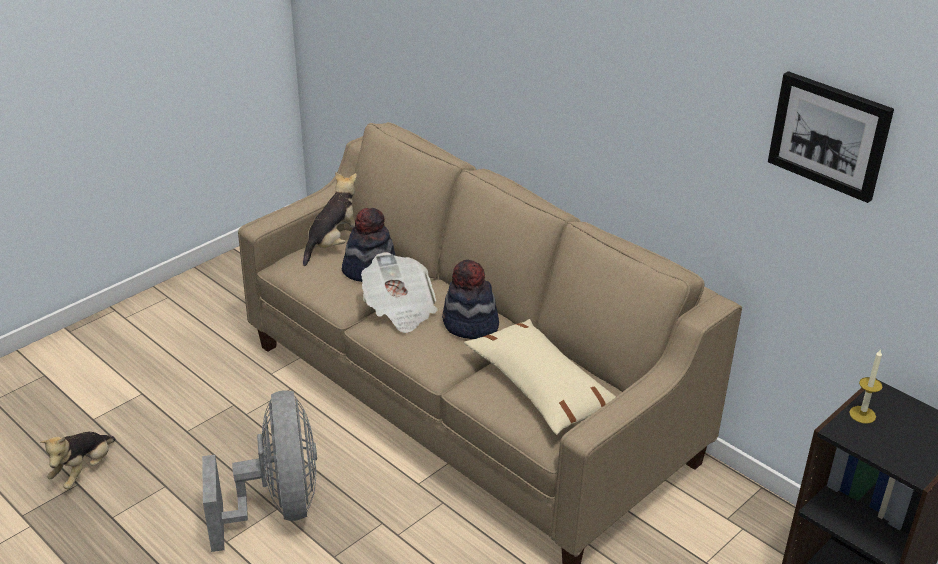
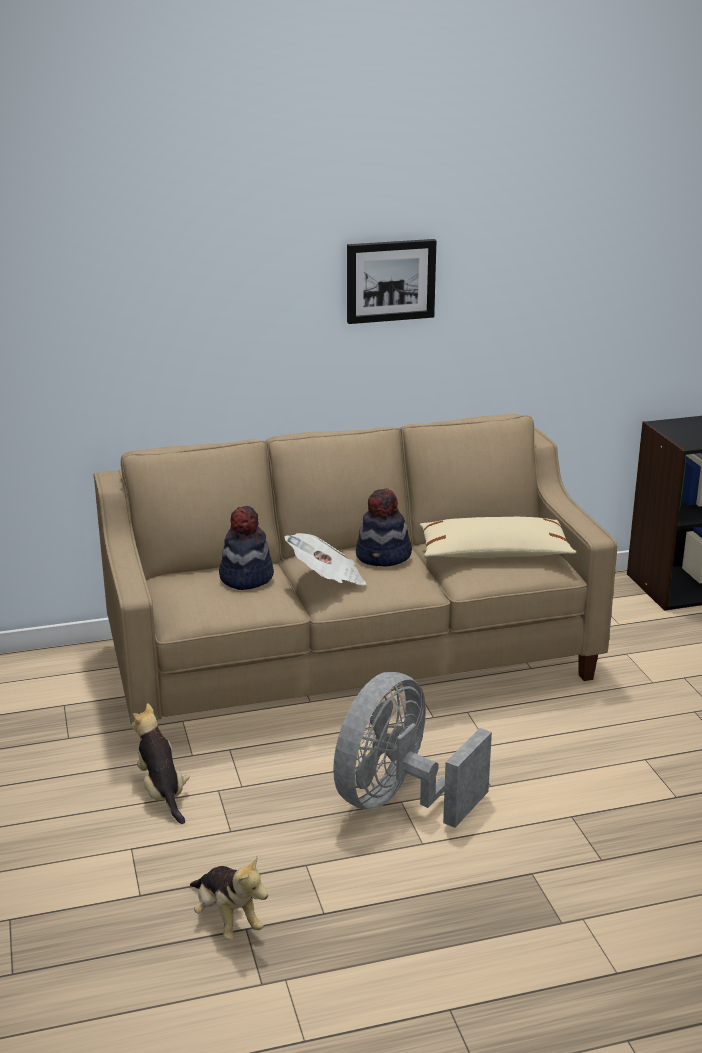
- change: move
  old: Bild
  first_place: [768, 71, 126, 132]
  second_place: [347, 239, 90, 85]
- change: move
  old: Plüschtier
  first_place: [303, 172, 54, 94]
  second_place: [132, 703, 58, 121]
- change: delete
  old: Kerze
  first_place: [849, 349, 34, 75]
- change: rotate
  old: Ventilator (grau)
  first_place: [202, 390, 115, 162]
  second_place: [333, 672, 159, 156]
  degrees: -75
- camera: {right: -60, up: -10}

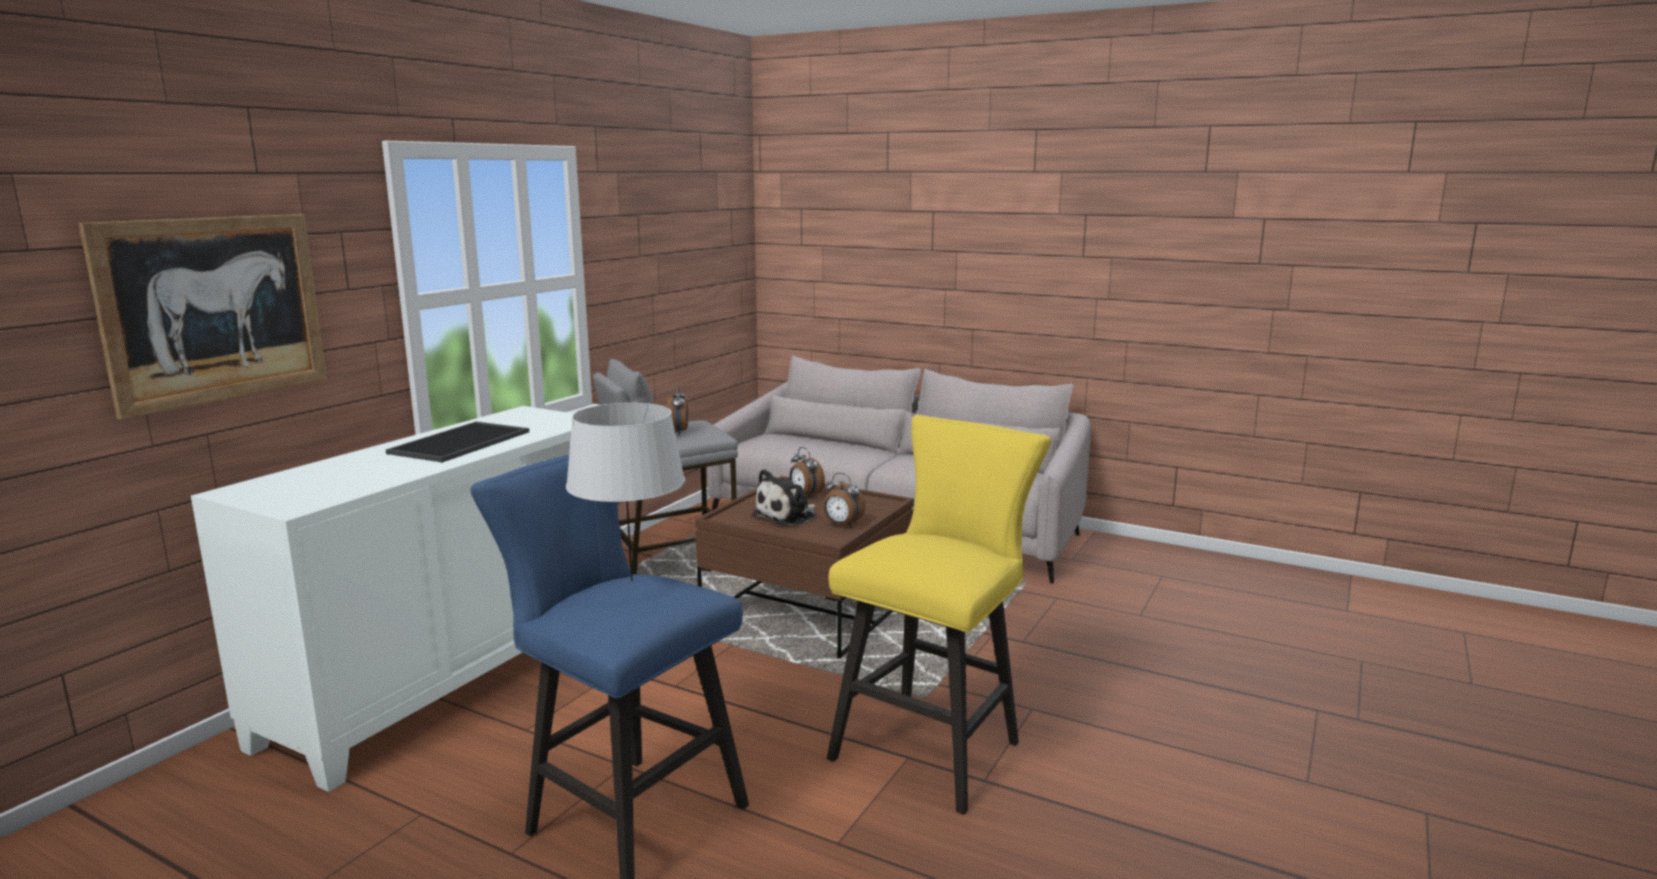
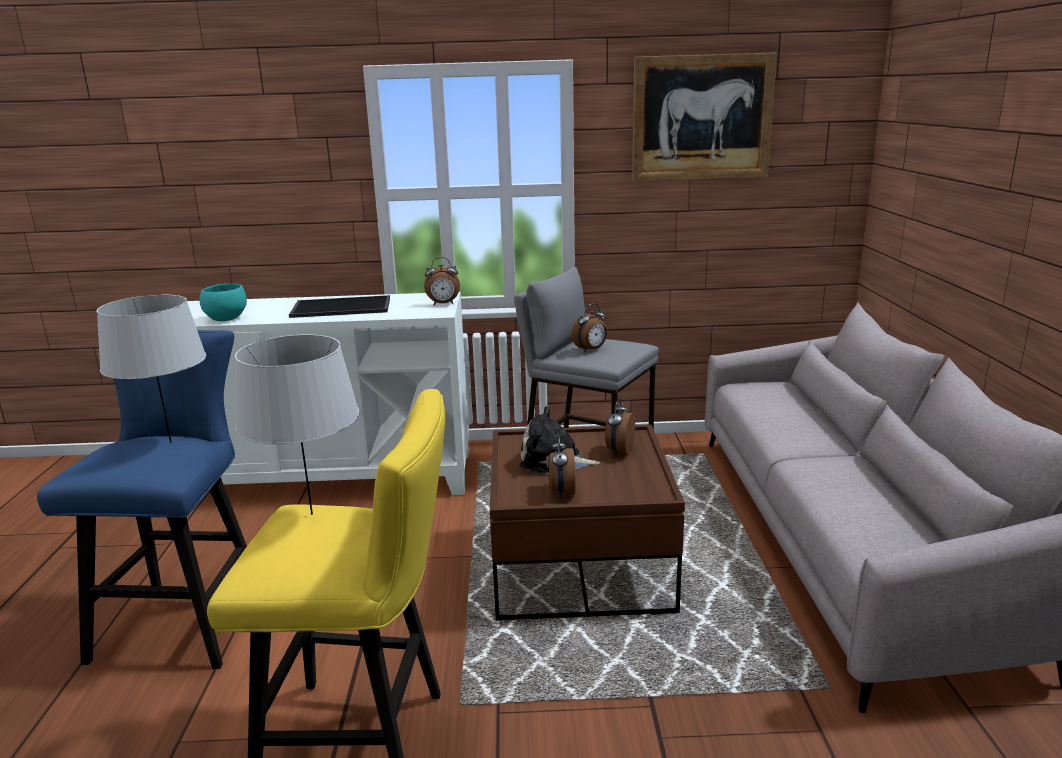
- change: move
  old: Bild
  first_place: [78, 214, 249, 206]
  second_place: [632, 52, 145, 130]
- change: insert
  new: Wecker
  second_place: [424, 257, 36, 48]
- change: insert
  new: Schüssel (türkis)
  second_place: [200, 284, 47, 37]
- change: insert
  new: Tischlampe (grau)
  second_place: [235, 334, 125, 181]
- camera: {right: 60, up: 5}

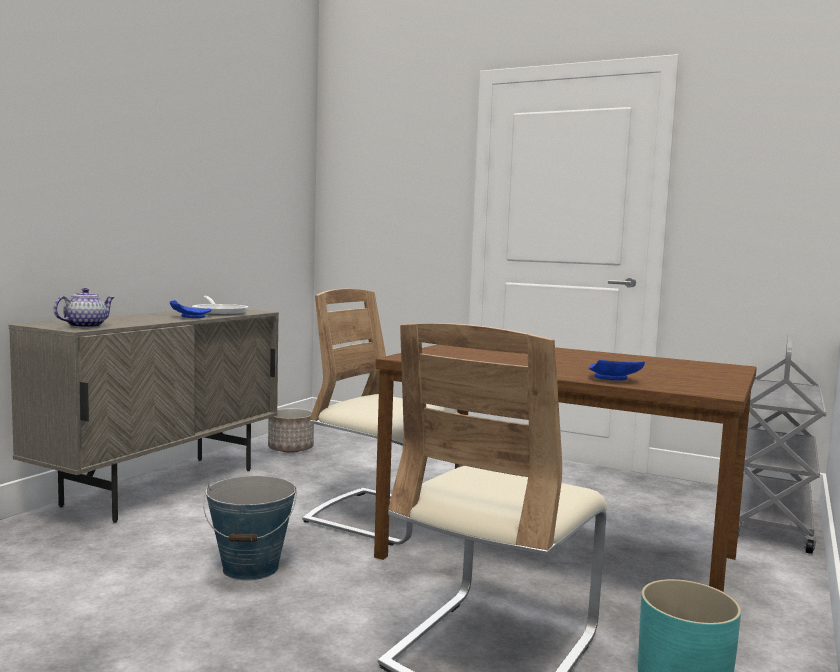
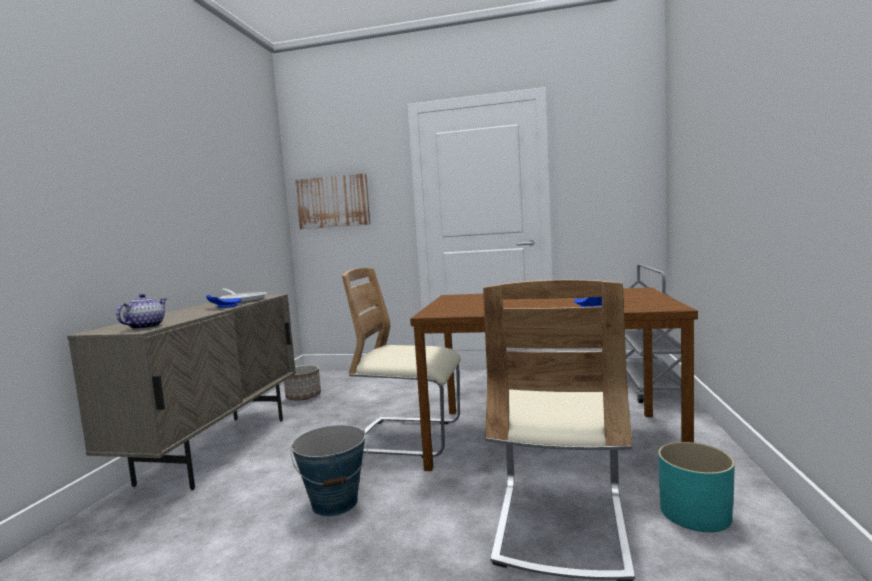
- change: insert
  new: Bild
  second_place: [295, 173, 75, 56]
- camera: {right: -15, up: 0}

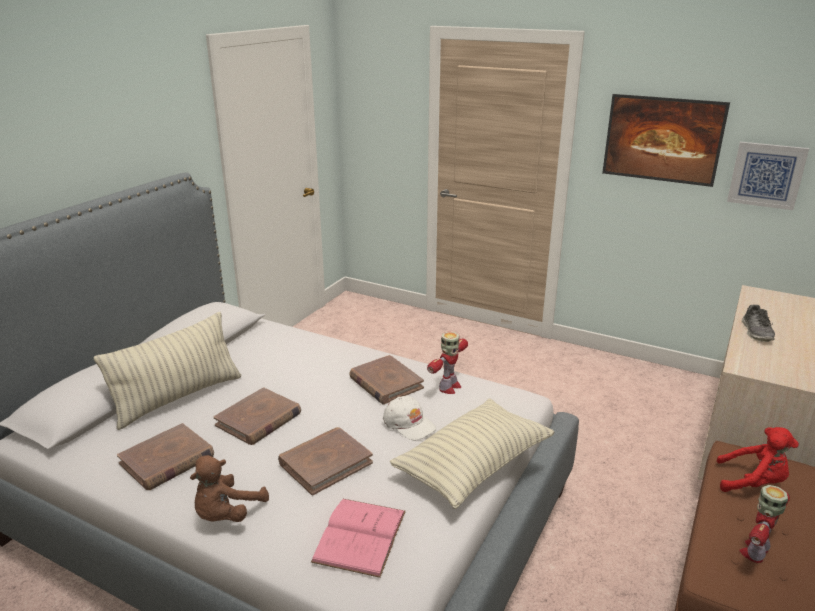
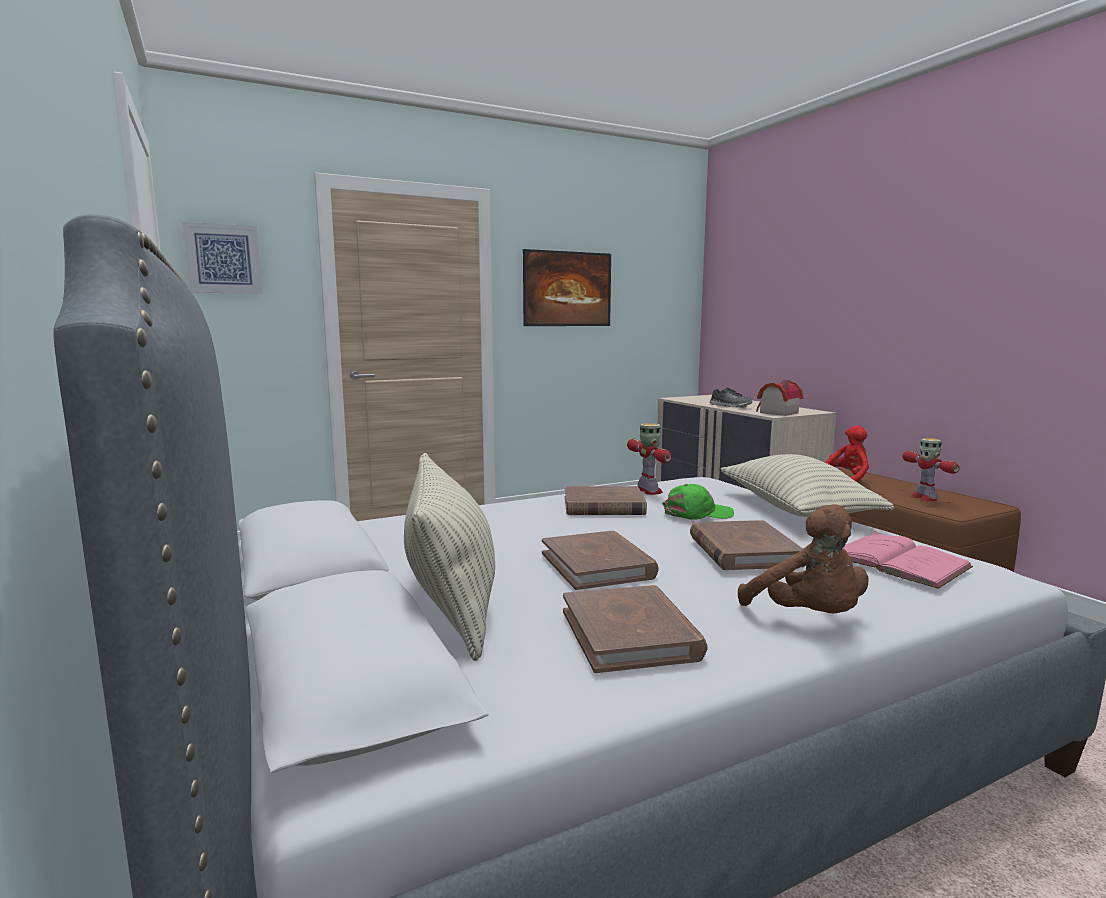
- change: move
  old: Bild
  first_place: [727, 142, 82, 68]
  second_place: [182, 222, 81, 72]
- change: recolor
  old: Kappe (weiß)
  new: Kappe (grün)
  first_place: [383, 396, 53, 45]
  second_place: [662, 484, 72, 36]
- change: insert
  new: Spielzeughaus
  second_place: [756, 380, 47, 36]
- camera: {right: -55, up: -15}

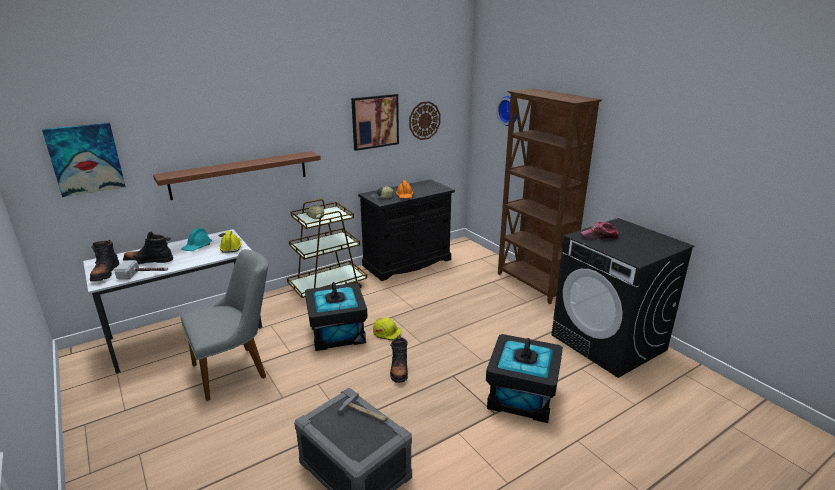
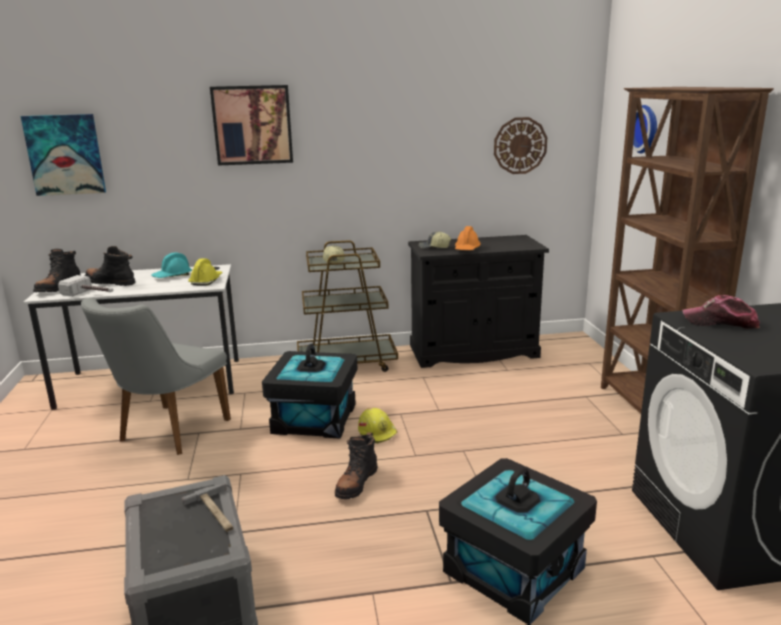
- change: move
  old: Bild
  first_place: [351, 94, 48, 57]
  second_place: [210, 85, 83, 81]
- change: delete
  old: Wandregal (braun)
  first_place: [153, 151, 168, 49]
- change: rotate
  old: Stuhl (grau)
  first_place: [180, 249, 88, 152]
  second_place: [81, 298, 150, 157]
  degrees: 120
- camera: {right: 25, up: -5}

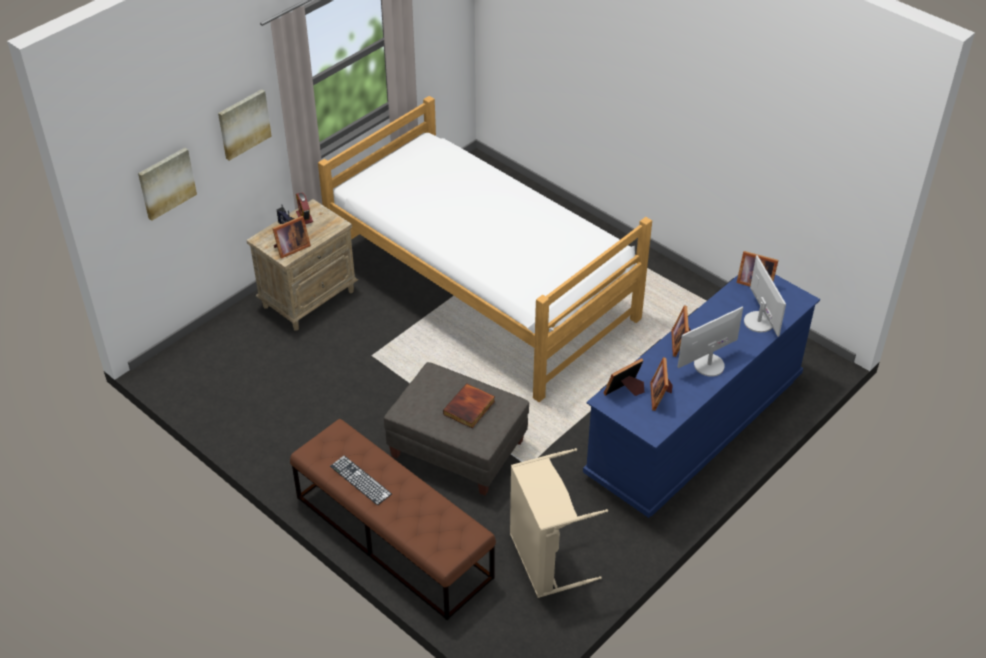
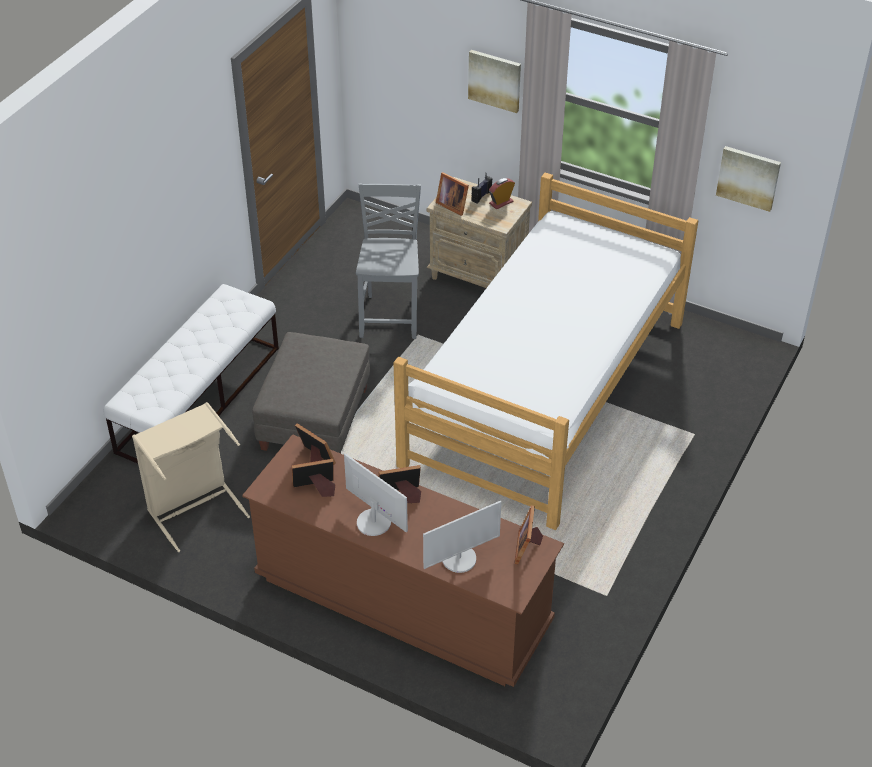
- change: move
  old: Bild
  first_place: [138, 148, 59, 73]
  second_place: [716, 146, 65, 66]
- change: recolor
  old: Kommode (blau)
  new: Kommode (braun)
  first_place: [583, 275, 237, 243]
  second_place: [242, 435, 322, 252]
- change: delete
  old: Buch
  first_place: [443, 383, 52, 45]
- change: recolor
  old: Bank (braun)
  new: Bank (weiß)
  first_place: [290, 419, 206, 201]
  second_place: [103, 284, 176, 180]
- change: delete
  old: Tastatur
  first_place: [330, 456, 62, 49]
- change: insert
  new: Stuhl (grau)
  second_place: [356, 183, 65, 156]
- camera: {right: 75, up: 0}

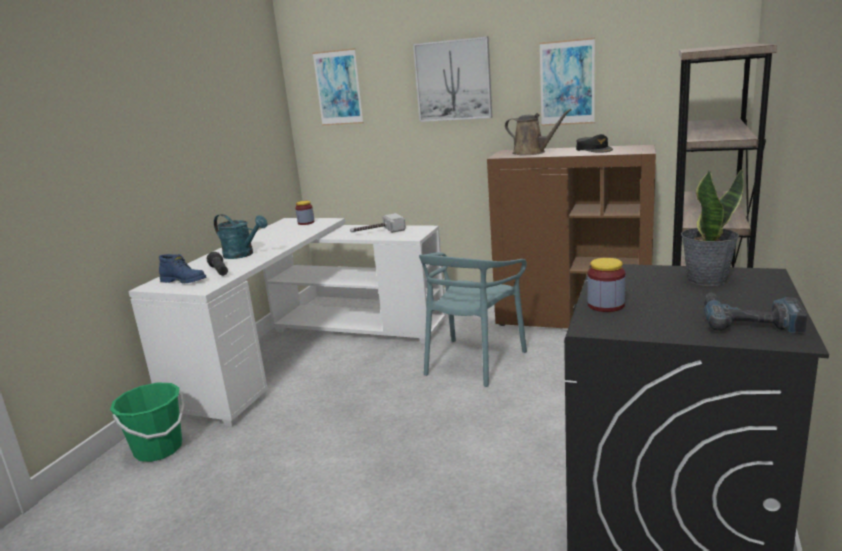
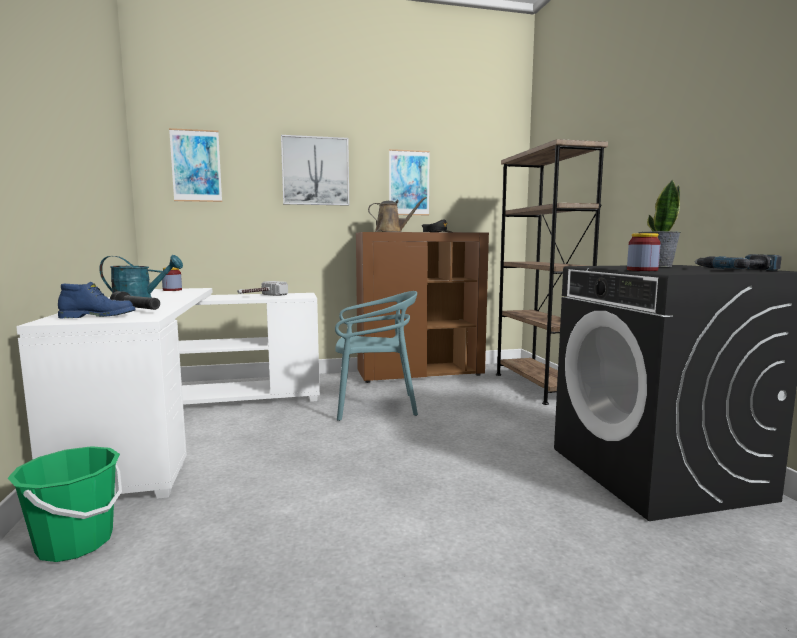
- change: rotate
  old: Stuhl (türkis)
  first_place: [419, 252, 108, 135]
  second_place: [335, 291, 83, 130]
  degrees: -90
- camera: {right: -35, up: -10}

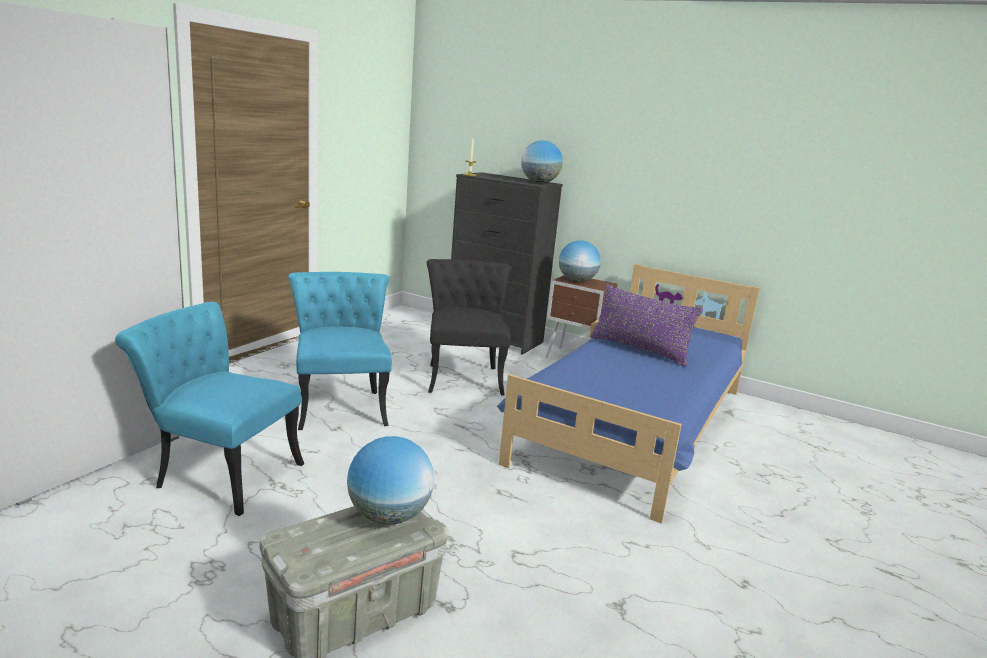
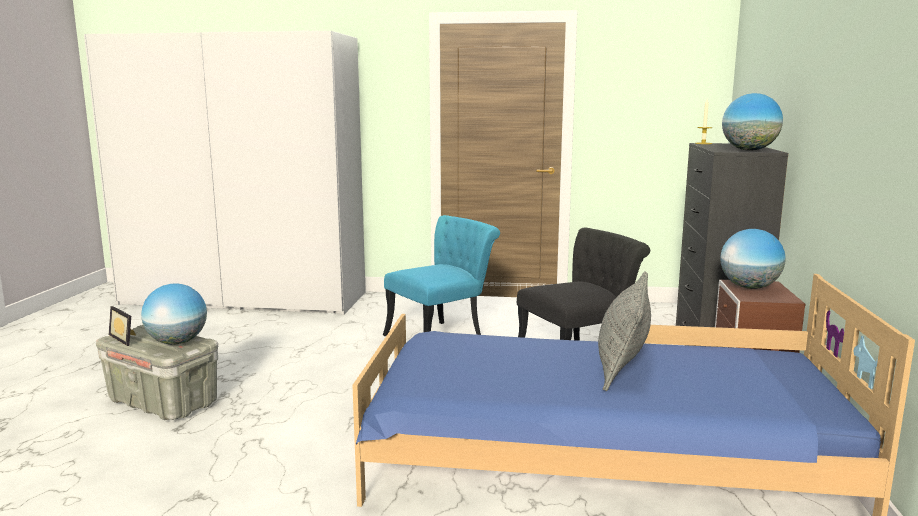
- change: recolor
  old: Kissen (lila)
  new: Kissen (grau)
  first_place: [590, 284, 113, 82]
  second_place: [598, 271, 53, 120]
- change: delete
  old: Stuhl (türkis)
  first_place: [115, 302, 189, 214]
- change: insert
  new: Bilderrahmen
  second_place: [109, 306, 27, 40]
- camera: {right: 70, up: -5}

